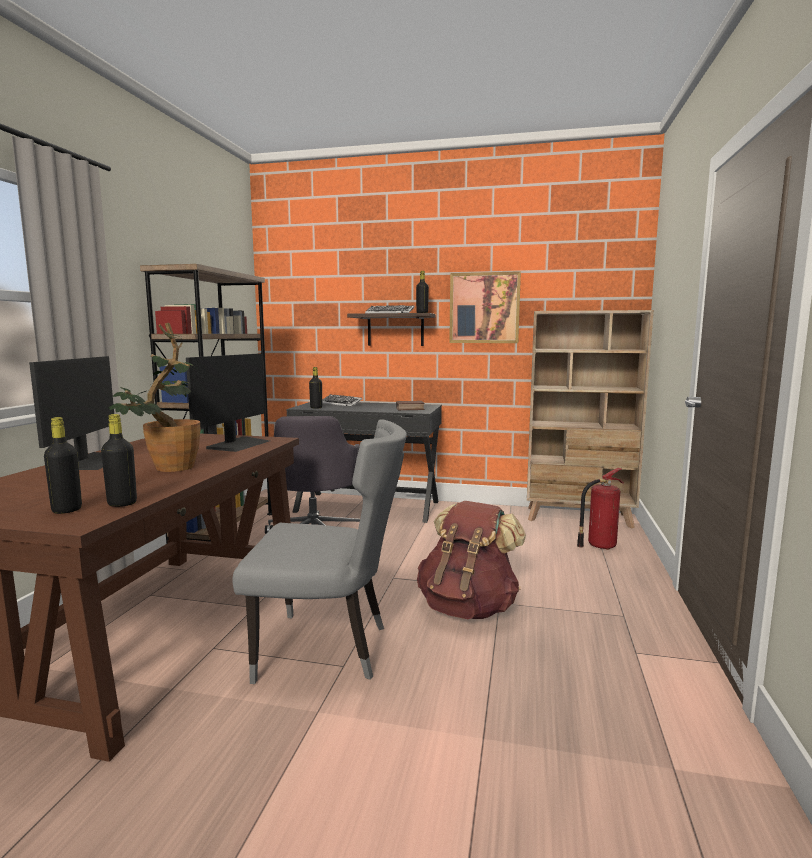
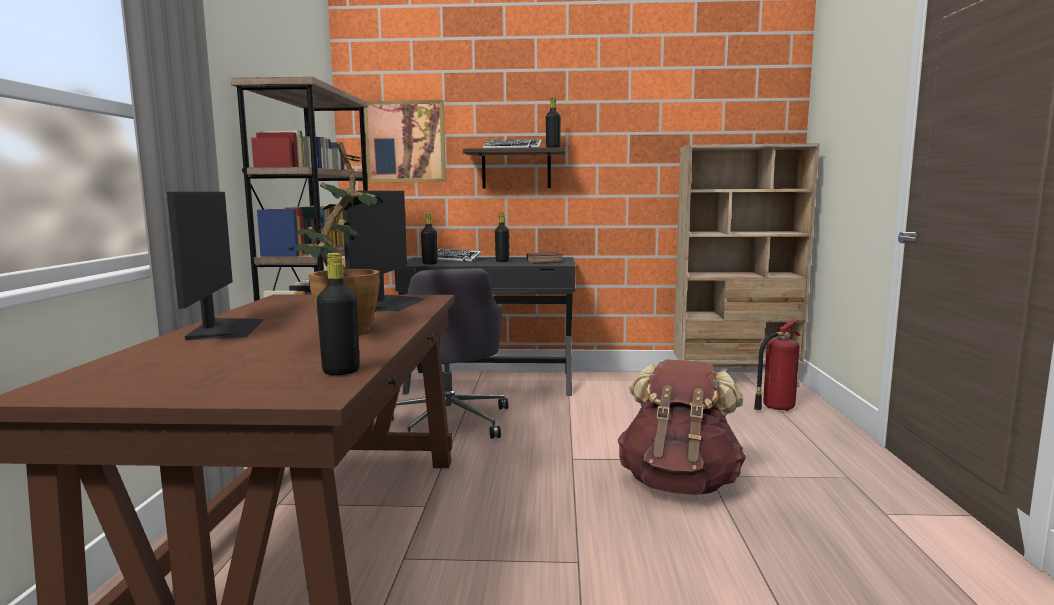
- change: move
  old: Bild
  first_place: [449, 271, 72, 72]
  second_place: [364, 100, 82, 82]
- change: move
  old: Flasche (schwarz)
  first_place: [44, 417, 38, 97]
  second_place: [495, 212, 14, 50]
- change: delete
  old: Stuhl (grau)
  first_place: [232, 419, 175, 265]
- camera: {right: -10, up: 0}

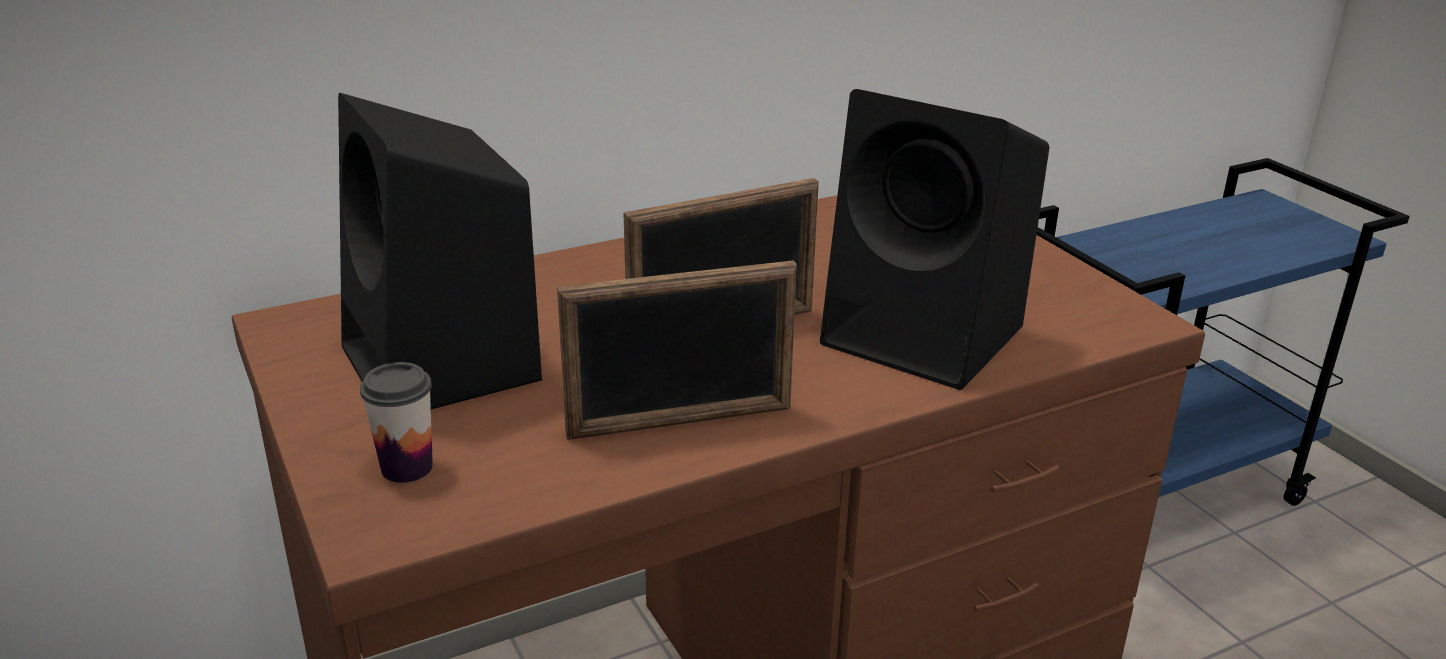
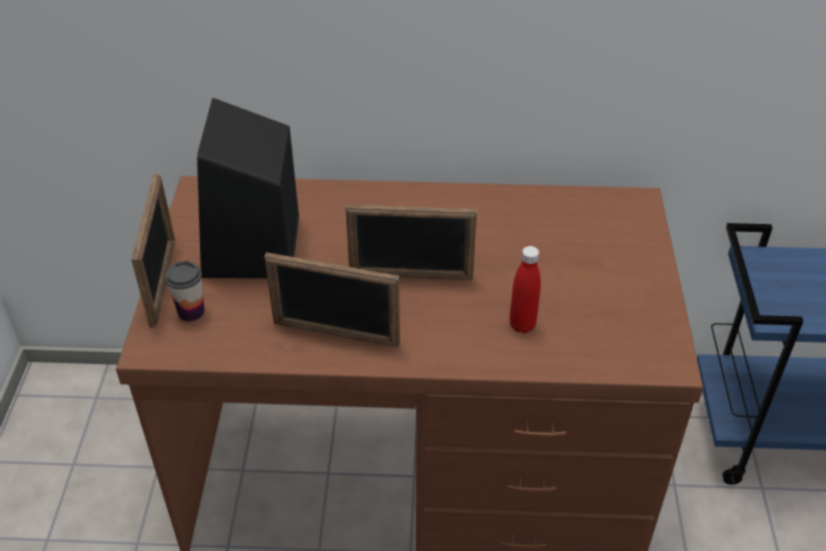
- change: replace
  old: Lautsprecher (schwarz)
  new: Flasche (rot)
  first_place: [820, 89, 229, 301]
  second_place: [509, 246, 32, 87]
- change: insert
  new: Bilderrahmen
  second_place: [131, 174, 44, 153]
- camera: {right: 30, up: 15}

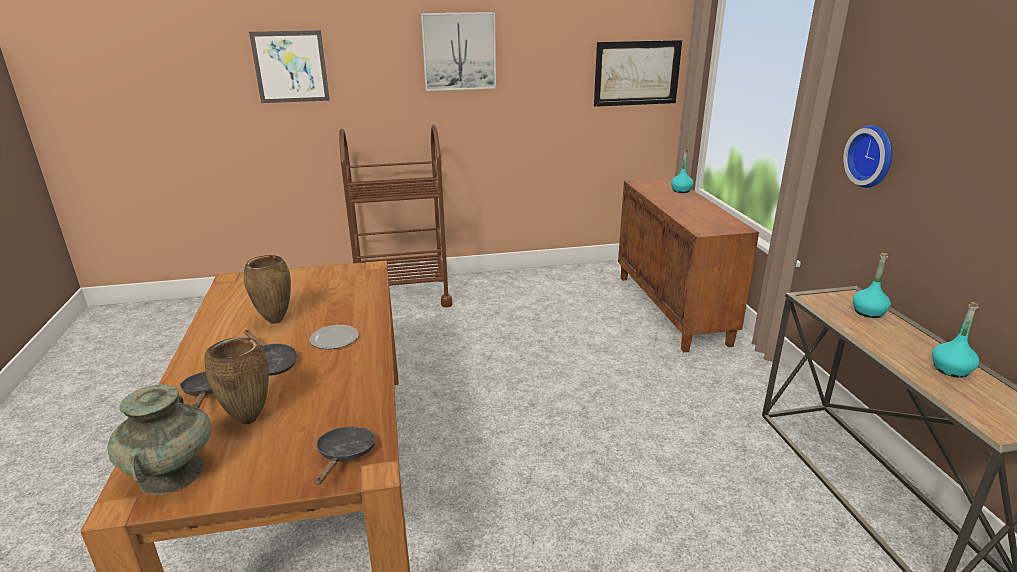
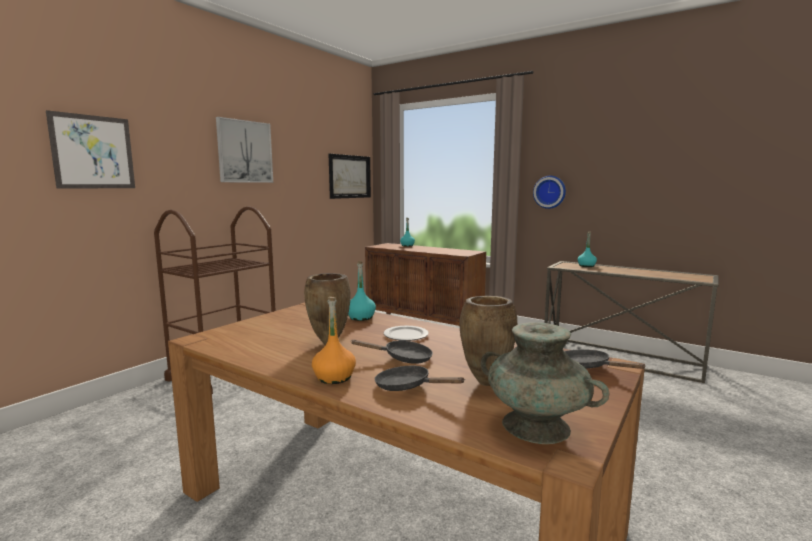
- change: move
  old: Flasche (türkis)
  first_place: [932, 302, 48, 76]
  second_place: [348, 261, 28, 60]
- change: insert
  new: Flasche (orange)
  second_place: [312, 297, 44, 87]
- camera: {right: -45, up: -15}

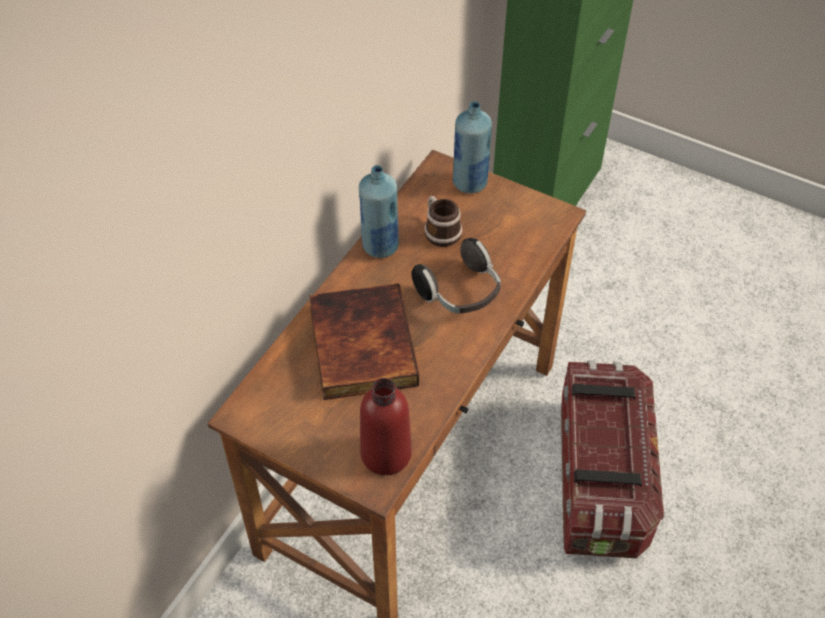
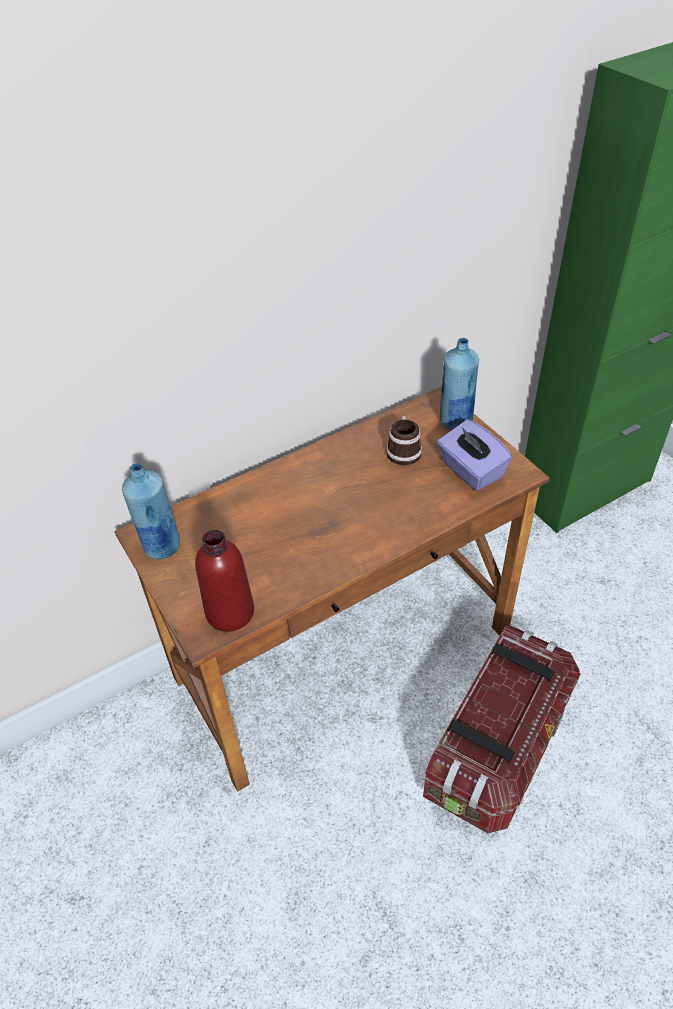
- change: move
  old: Flasche (blau)
  first_place: [359, 165, 40, 93]
  second_place: [122, 463, 58, 96]
- change: delete
  old: Kopfhörer
  first_place: [411, 238, 90, 76]
- change: delete
  old: Buch
  first_place: [309, 283, 110, 117]
- change: insert
  new: Taschentuchbox (lila)
  second_place: [437, 420, 75, 71]
- camera: {right: 30, up: -5}

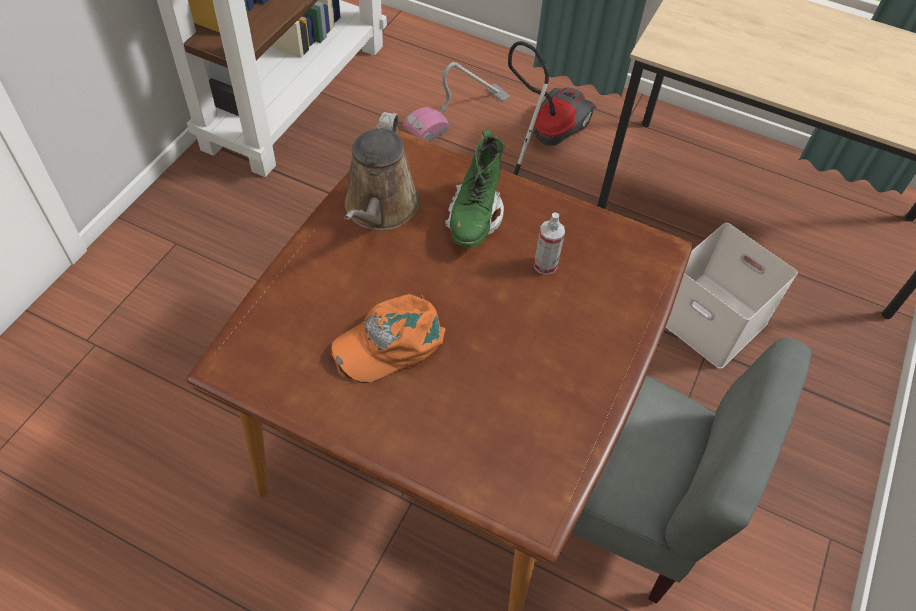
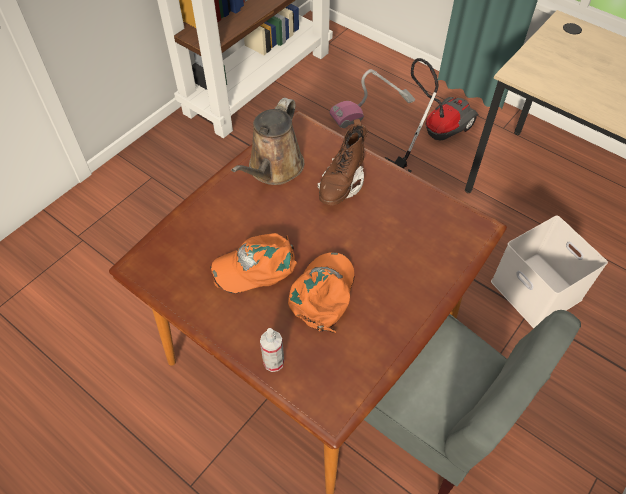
- change: recolor
  old: Stiefel (grün)
  new: Stiefel (braun)
  first_place: [445, 129, 59, 119]
  second_place: [317, 119, 51, 86]
- change: move
  old: Sprühflasche
  first_place: [534, 212, 31, 63]
  second_place: [260, 328, 24, 44]
- change: insert
  new: Kappe (orange)
  second_place: [288, 252, 67, 81]
- camera: {right: 15, up: 0}

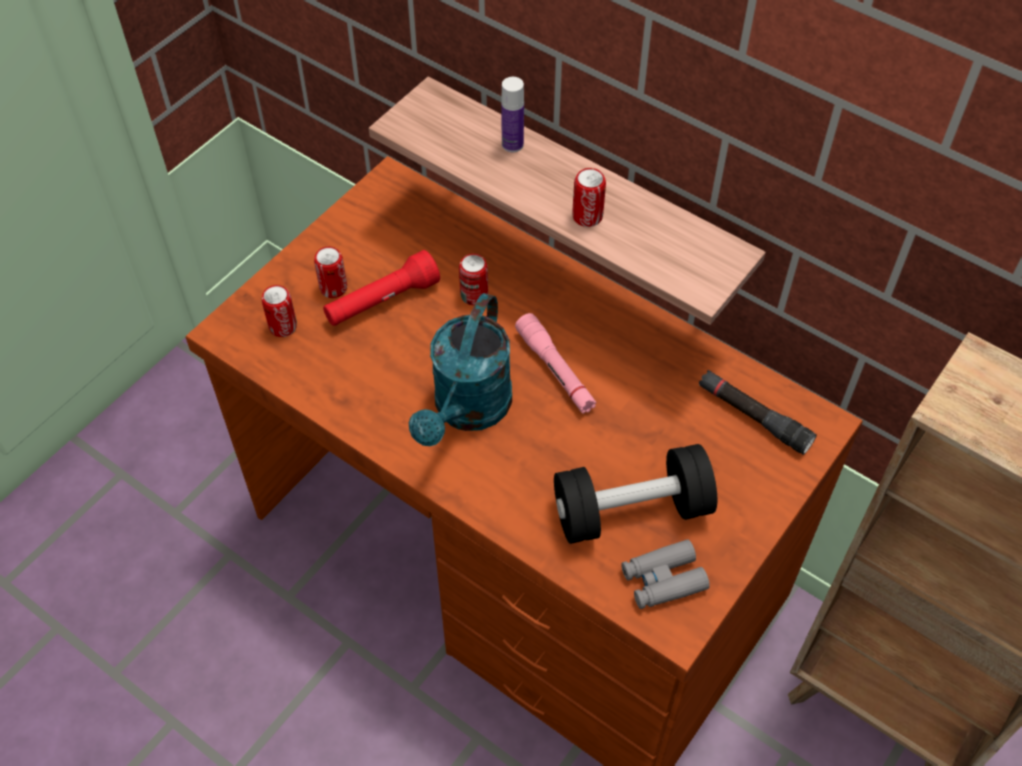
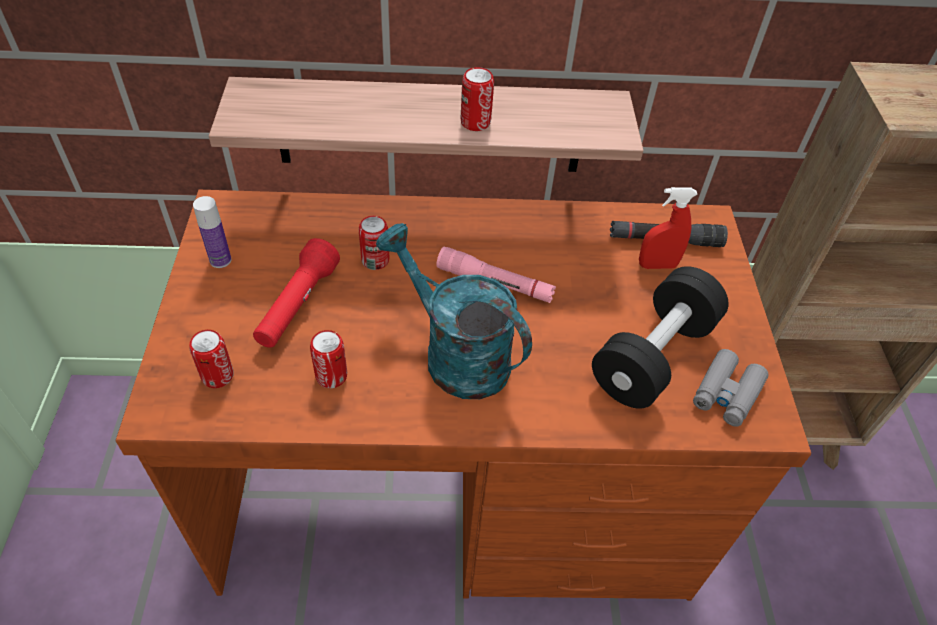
- change: move
  old: Flasche
  first_place: [501, 77, 23, 75]
  second_place: [193, 196, 38, 72]
- change: move
  old: Dose
  first_place: [314, 247, 33, 51]
  second_place: [310, 330, 37, 58]
- change: rotate
  old: Gießkanne (türkis)
  first_place: [409, 293, 103, 153]
  second_place: [376, 223, 156, 176]
  degrees: 150
- change: insert
  new: Sprühflasche (rot)
  second_place: [639, 187, 59, 82]
- camera: {right: -40, up: -5}

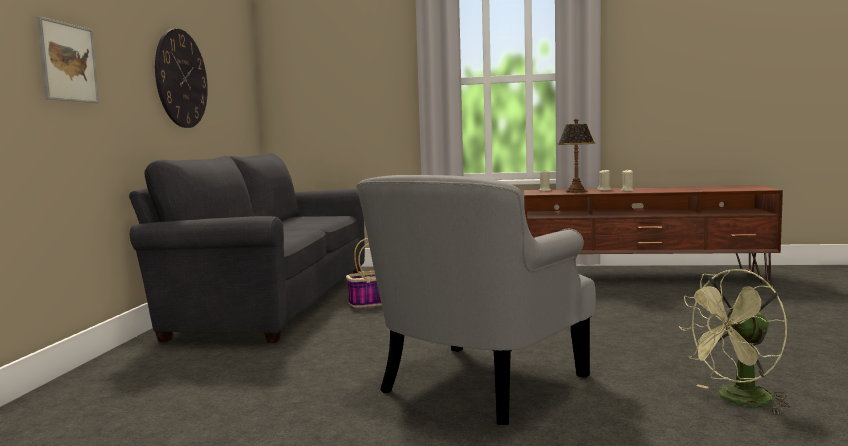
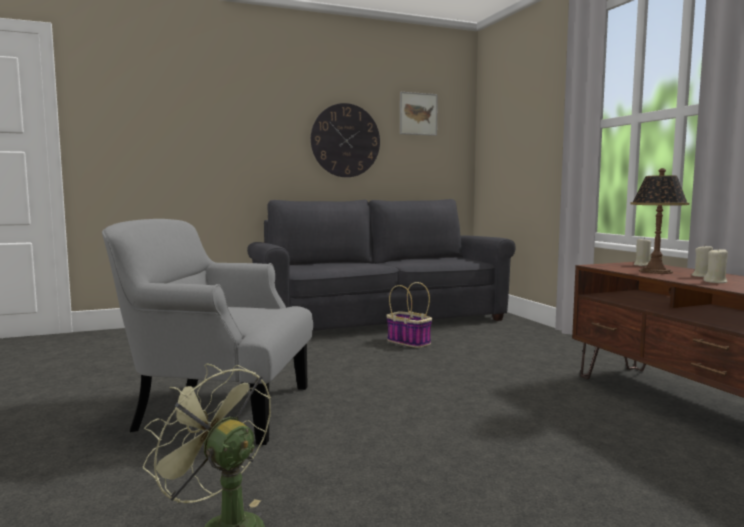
- change: move
  old: Bild
  first_place: [37, 16, 62, 87]
  second_place: [400, 92, 38, 44]
- camera: {right: 60, up: 0}

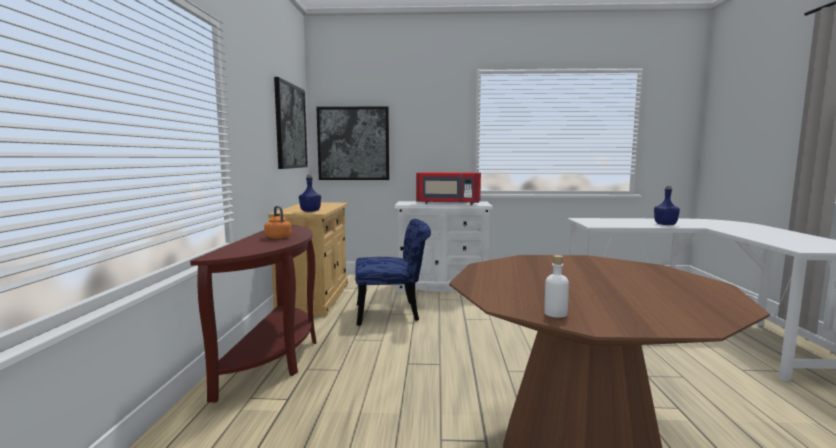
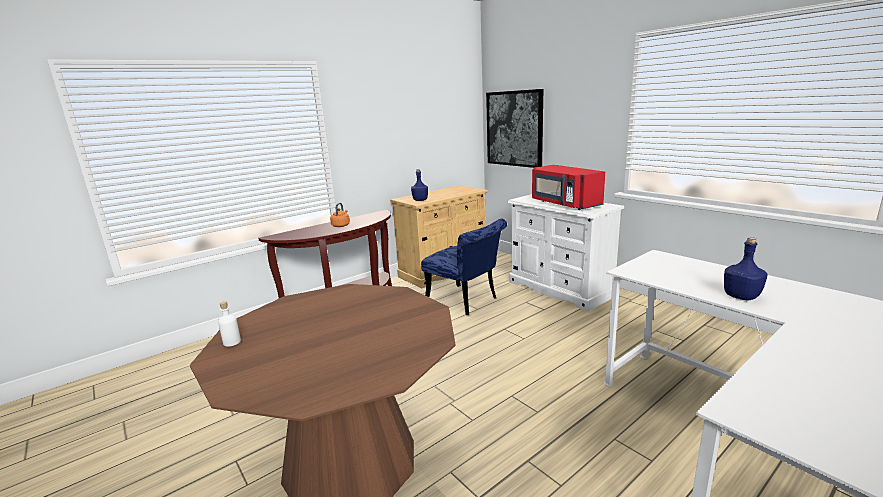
- change: delete
  old: Bild
  first_place: [274, 77, 34, 92]
- camera: {right: 50, up: 10}

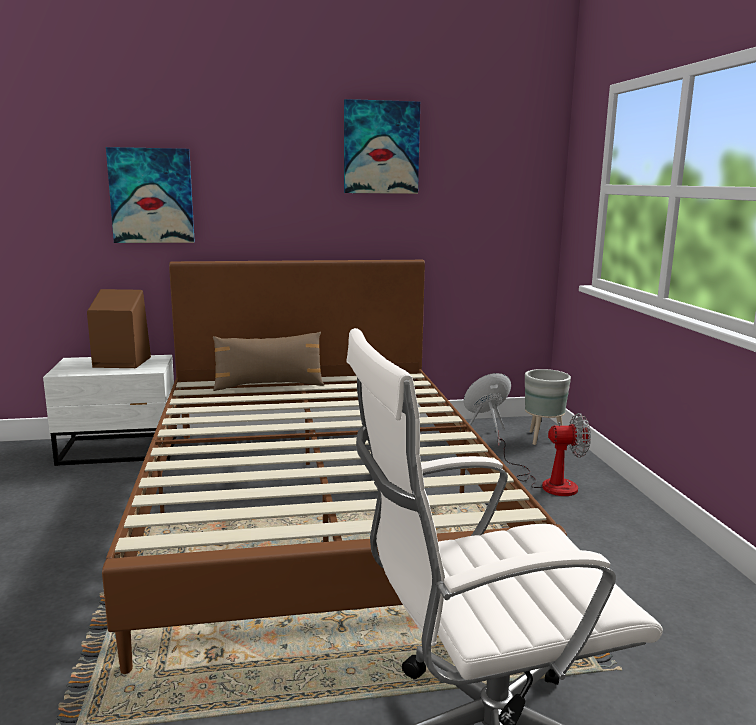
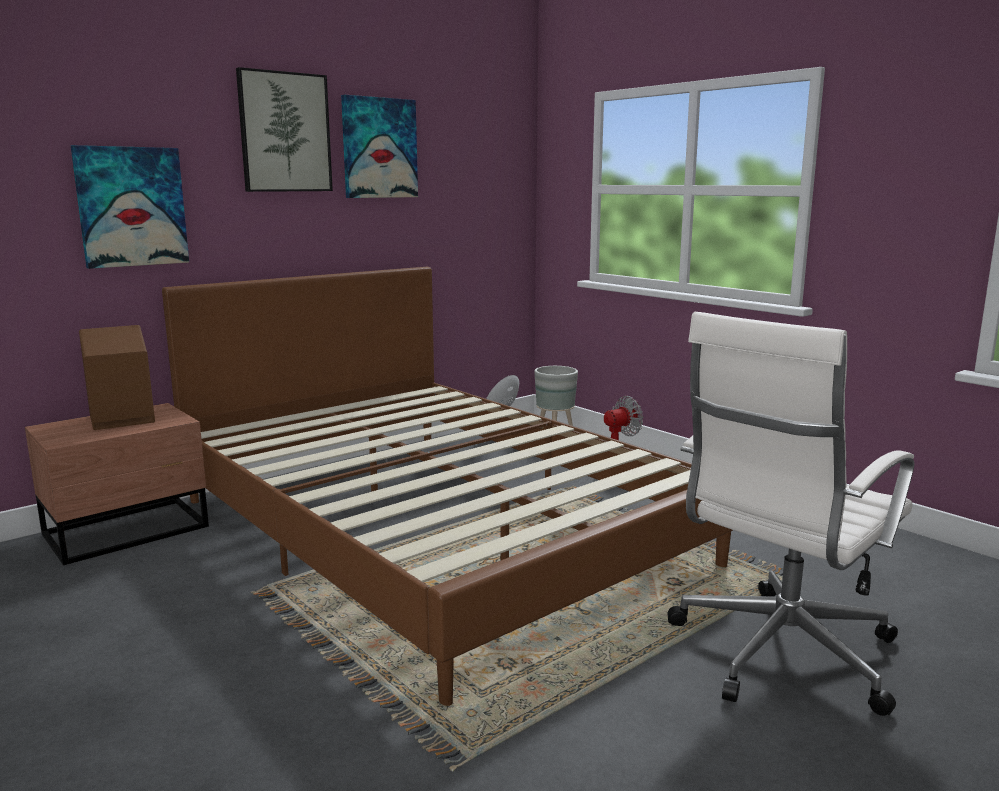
- change: delete
  old: Kissen (braun)
  first_place: [213, 332, 111, 59]
- change: recolor
  old: Nachttisch (weiß)
  new: Nachttisch (braun)
  first_place: [43, 355, 134, 111]
  second_place: [25, 403, 184, 162]
- change: insert
  new: Bild
  second_place: [236, 67, 97, 125]
- camera: {right: -30, up: 0}

